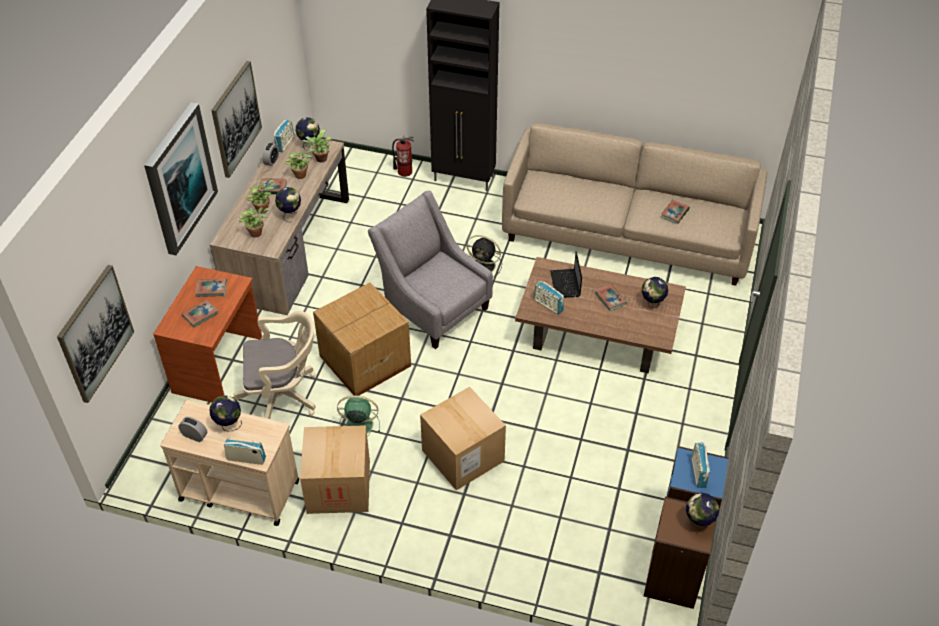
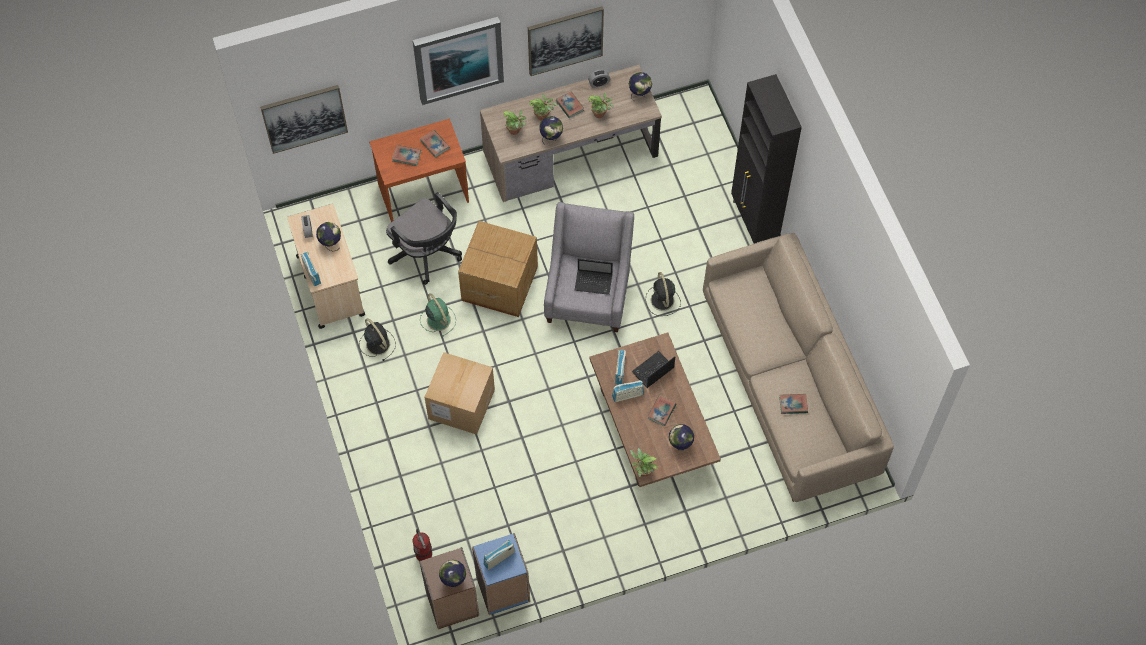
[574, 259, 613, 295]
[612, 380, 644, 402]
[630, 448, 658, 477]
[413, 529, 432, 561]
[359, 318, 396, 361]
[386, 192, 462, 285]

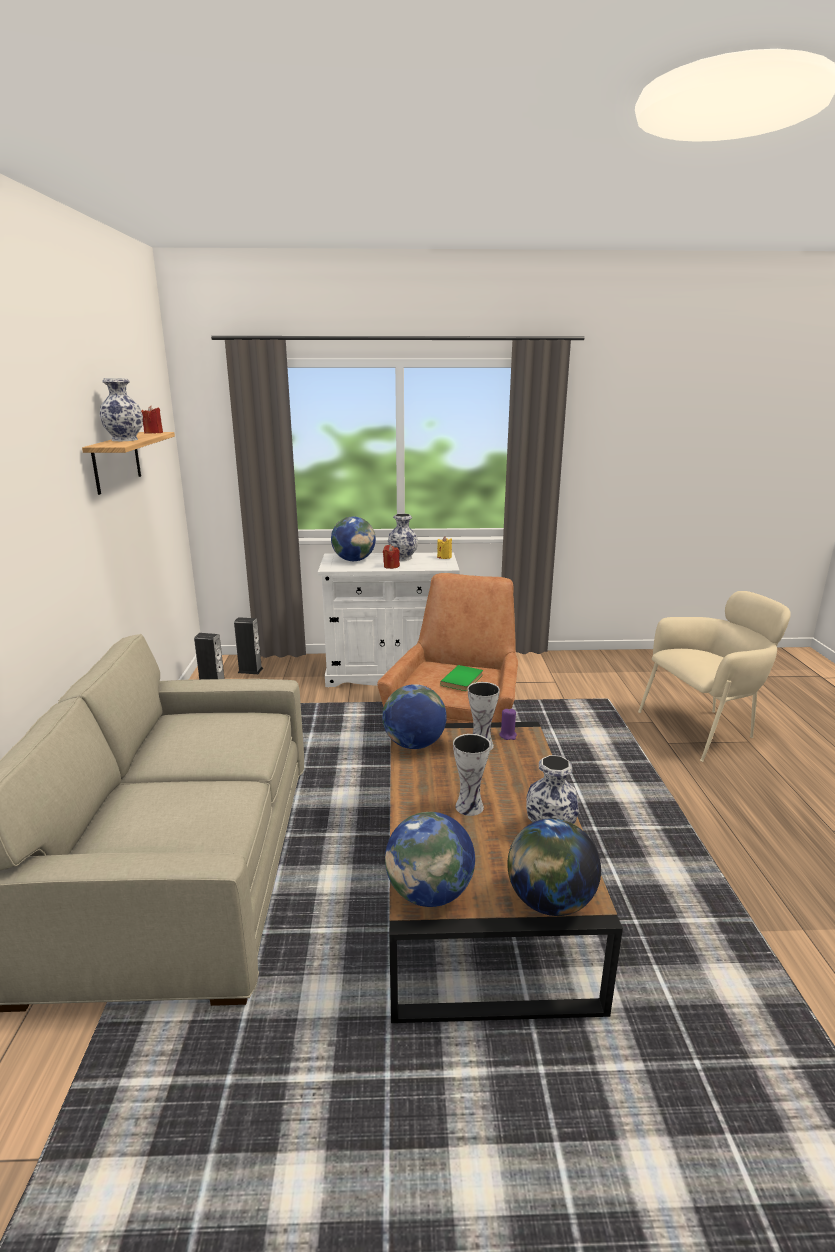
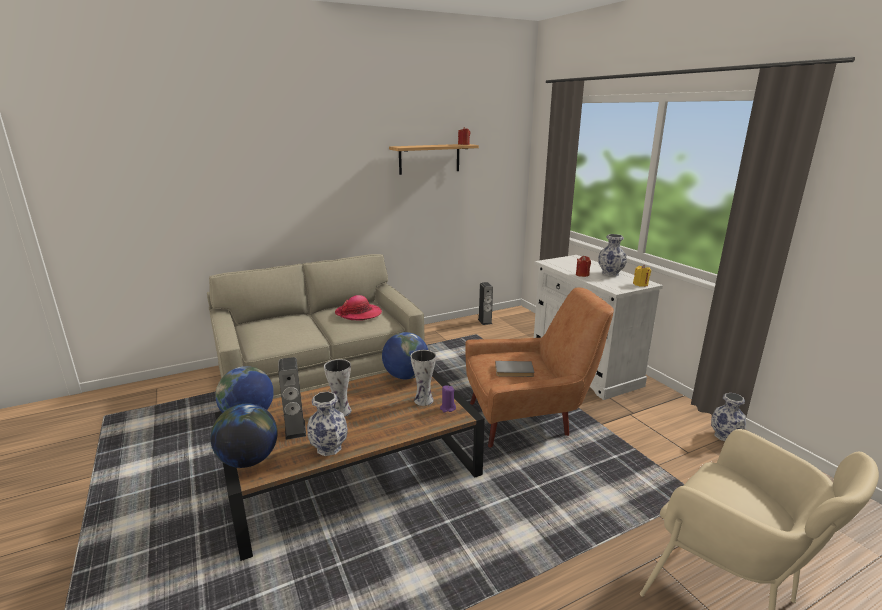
[331, 516, 376, 561] (first image)
[335, 295, 382, 321]
[711, 393, 746, 441]
[278, 357, 306, 440]
[495, 361, 534, 377]

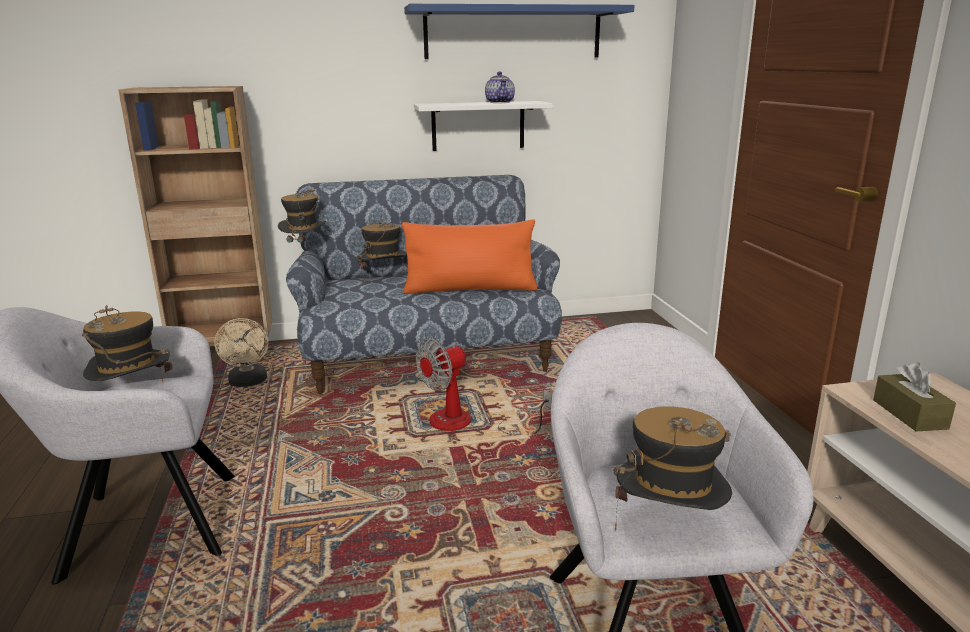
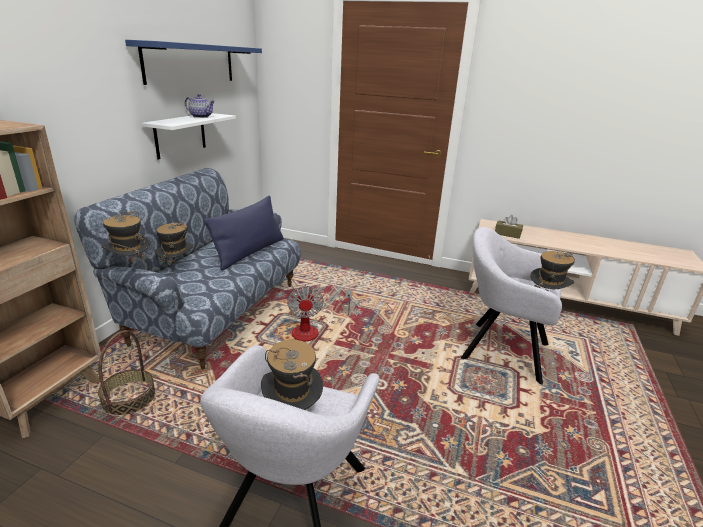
[98, 330, 156, 416]
[204, 196, 284, 271]

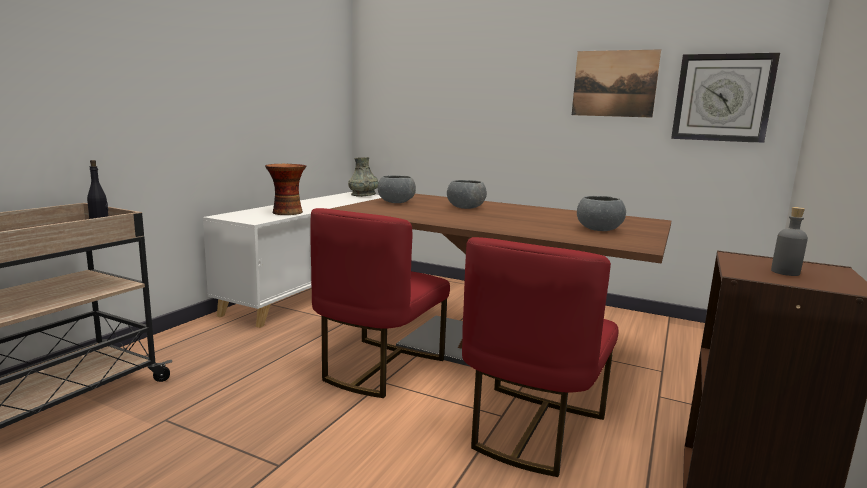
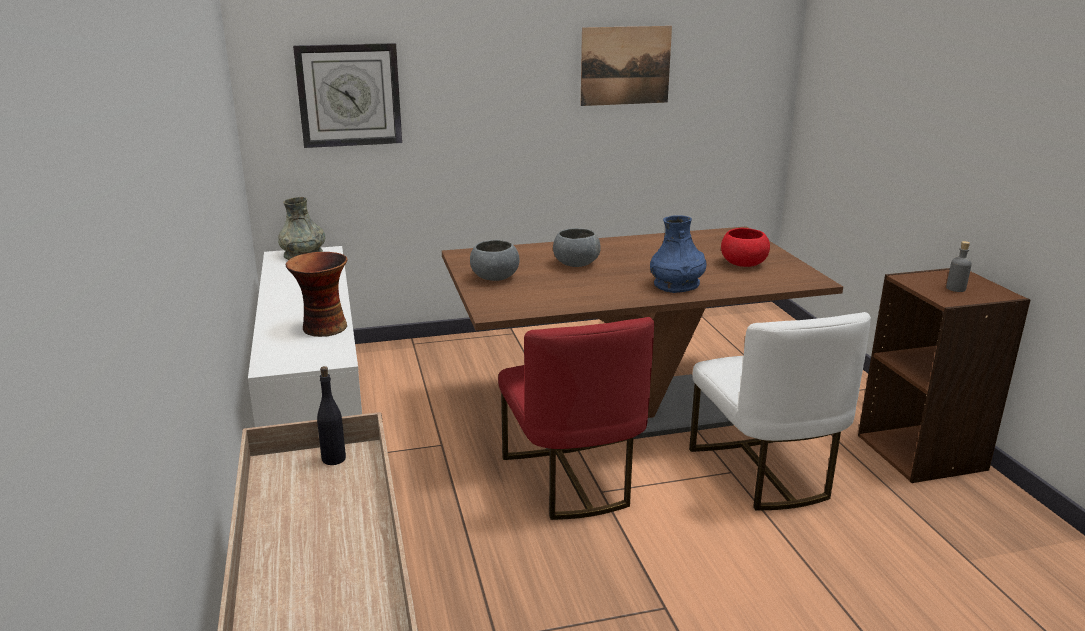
[650, 215, 707, 293]
[293, 43, 402, 148]
[689, 312, 871, 510]
[721, 228, 770, 267]

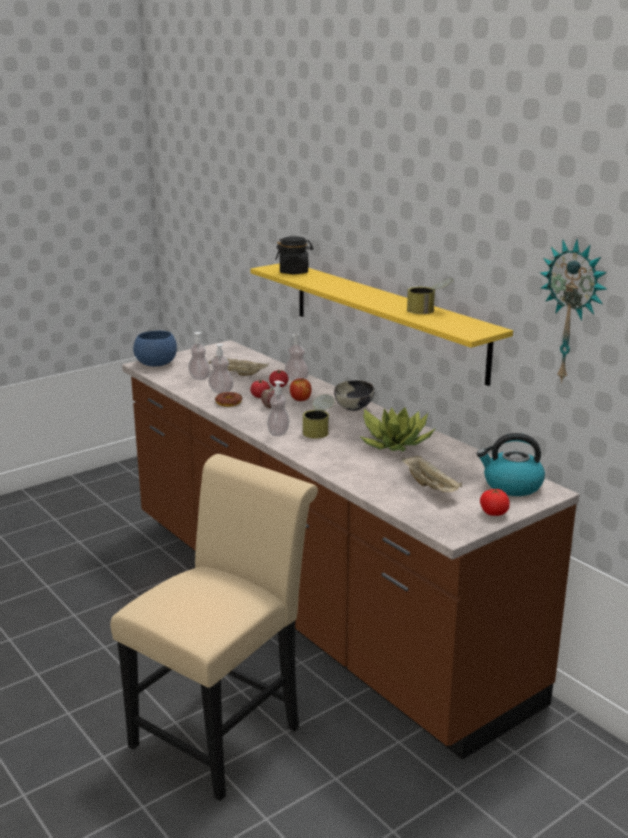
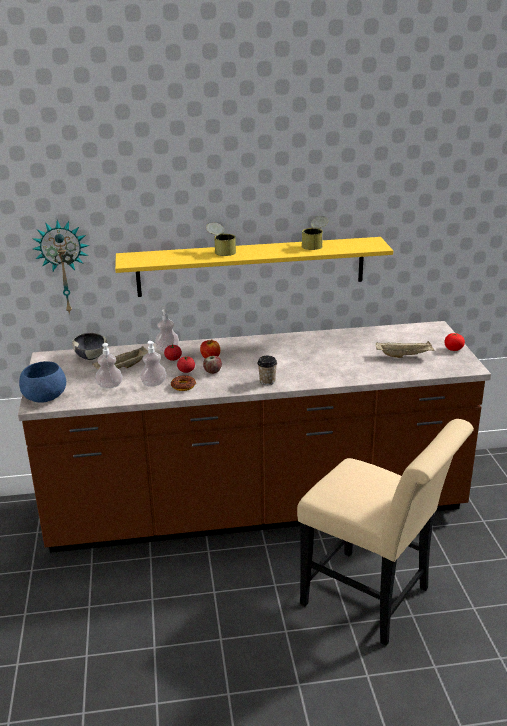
[276, 236, 313, 274] (first image)
[360, 407, 436, 452] (first image)
[477, 433, 545, 496] (first image)
[206, 222, 236, 256]
[72, 333, 107, 360]
[32, 220, 89, 315]
[257, 356, 277, 385]
[297, 419, 474, 646]

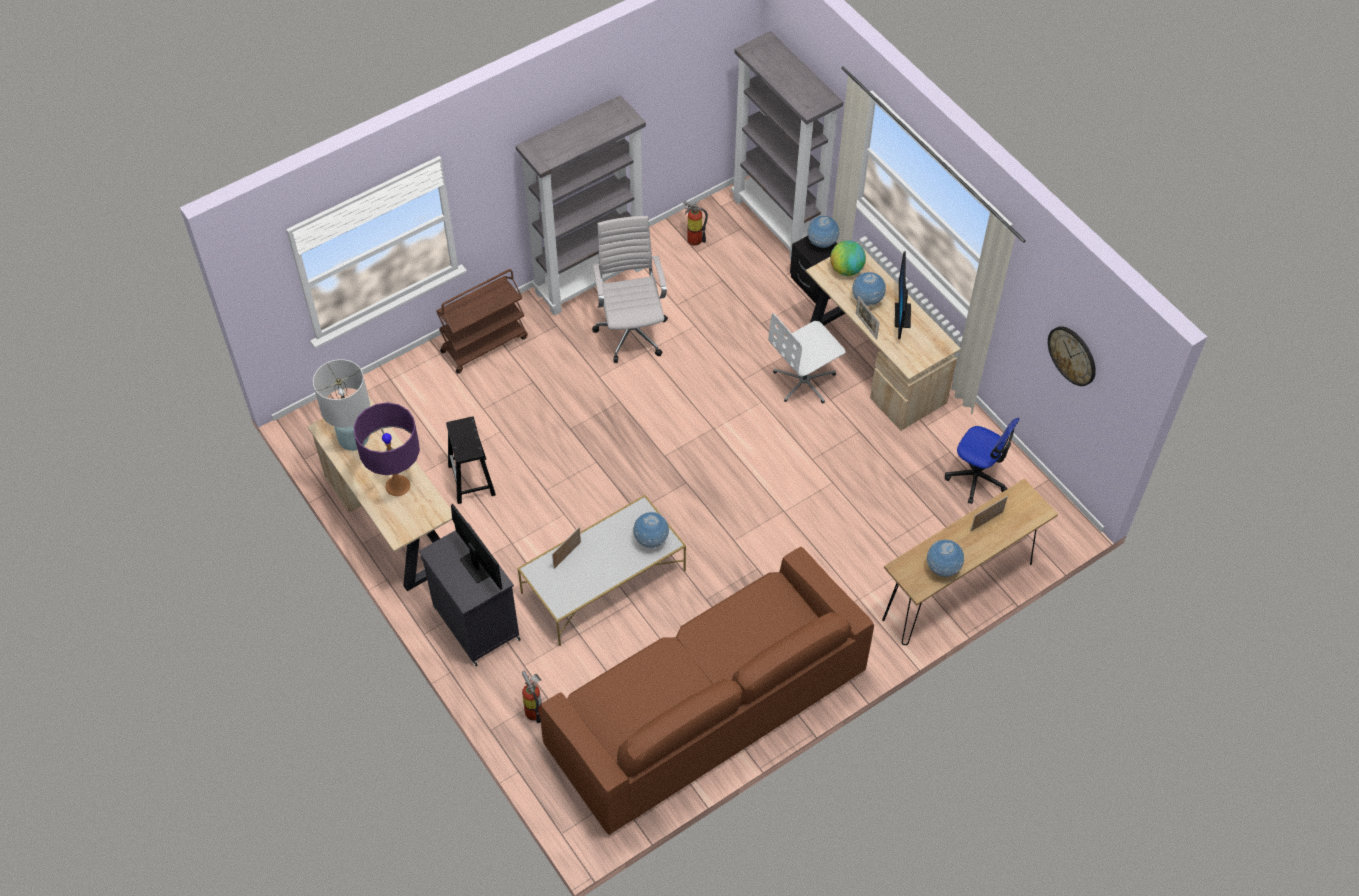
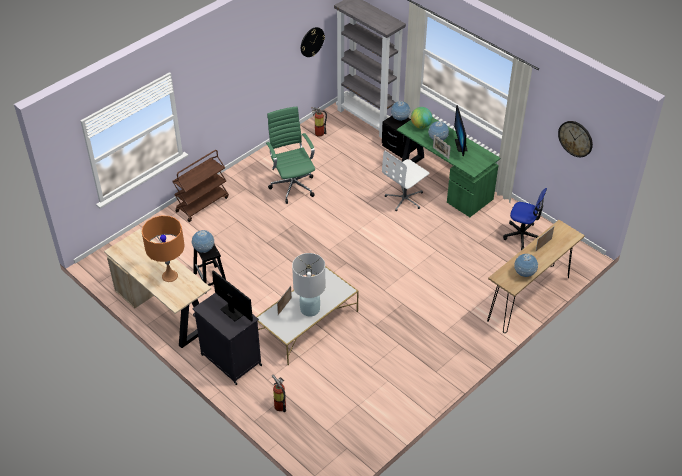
[516, 95, 646, 316] (first image)
[540, 547, 874, 835] (first image)
[301, 27, 325, 57]
[292, 253, 326, 317]
[191, 230, 214, 253]
[142, 216, 185, 282]
[266, 106, 315, 204]
[397, 118, 500, 217]

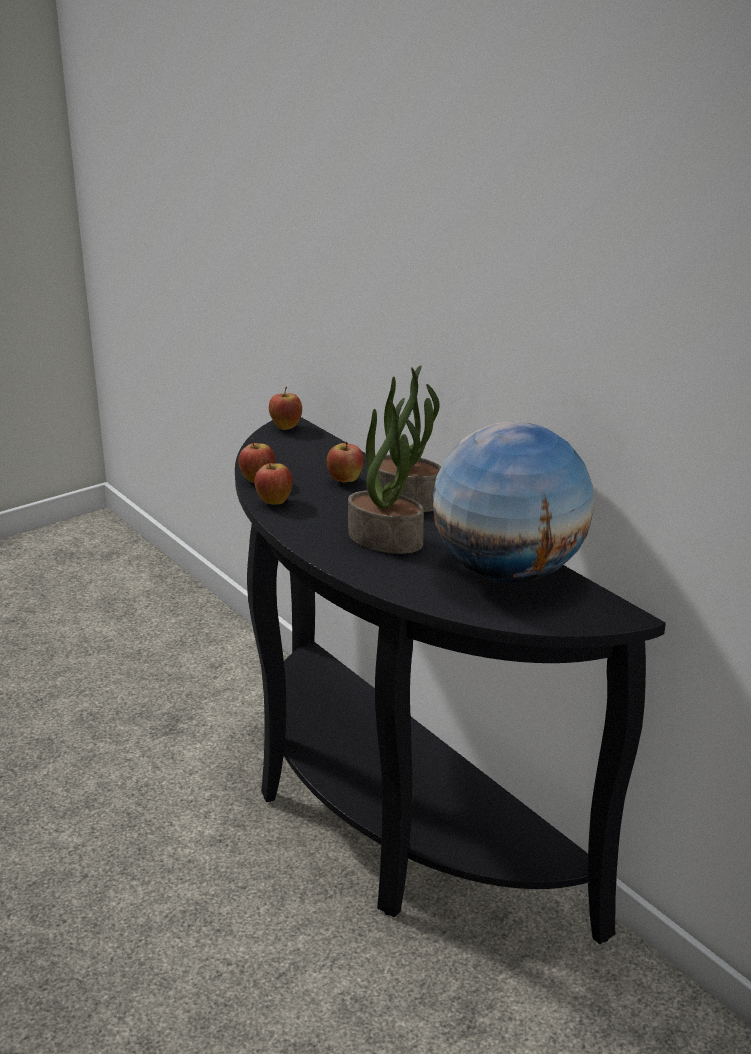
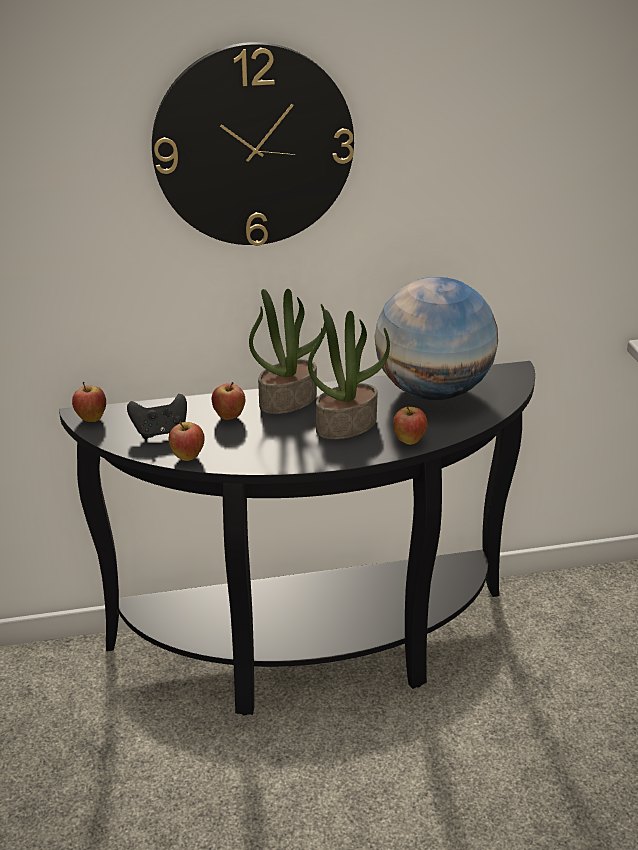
[127, 394, 187, 439]
[152, 42, 354, 246]
[393, 406, 428, 444]

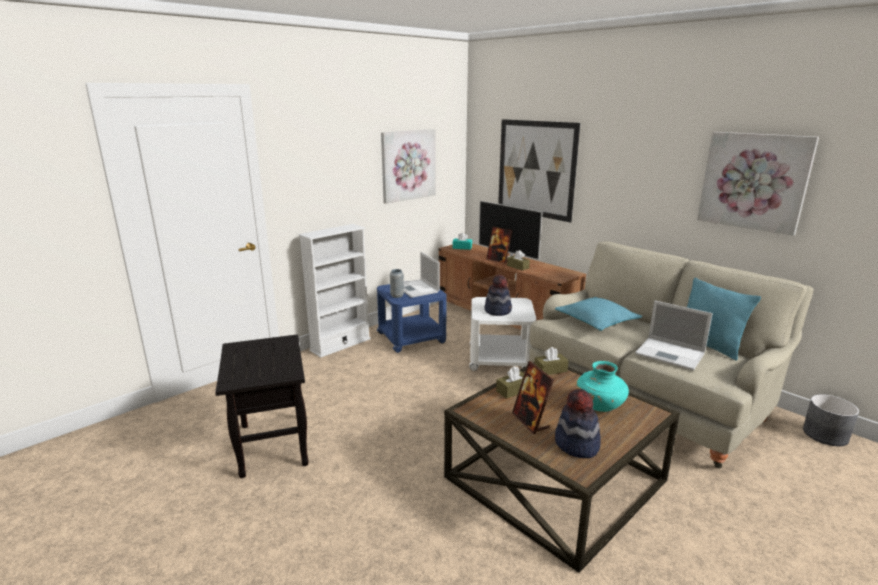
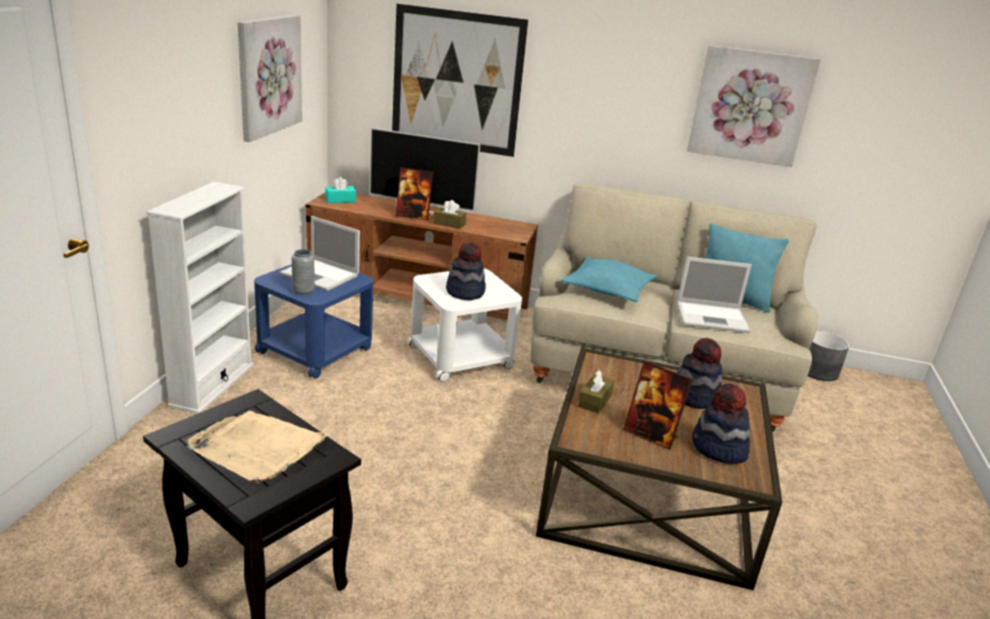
[534, 347, 569, 375] (first image)
[186, 411, 330, 484]
[677, 338, 722, 409]

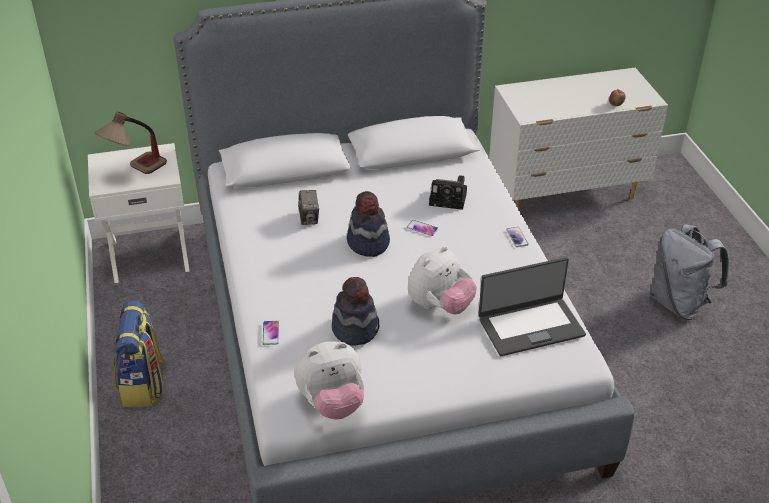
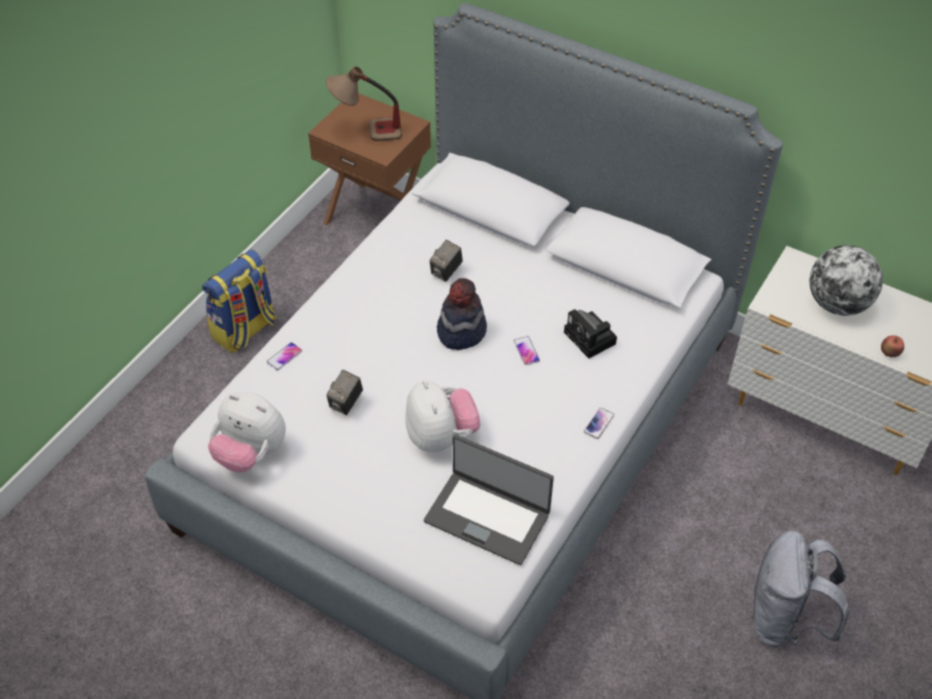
[810, 245, 883, 316]
[326, 370, 363, 415]
[308, 93, 431, 225]
[405, 380, 480, 452]

